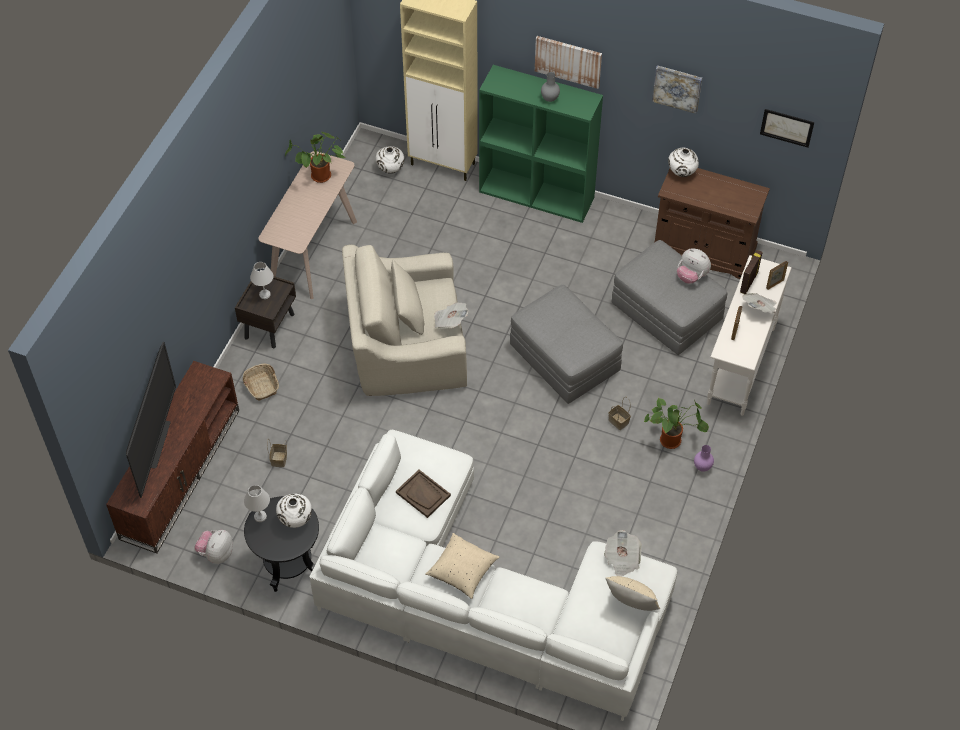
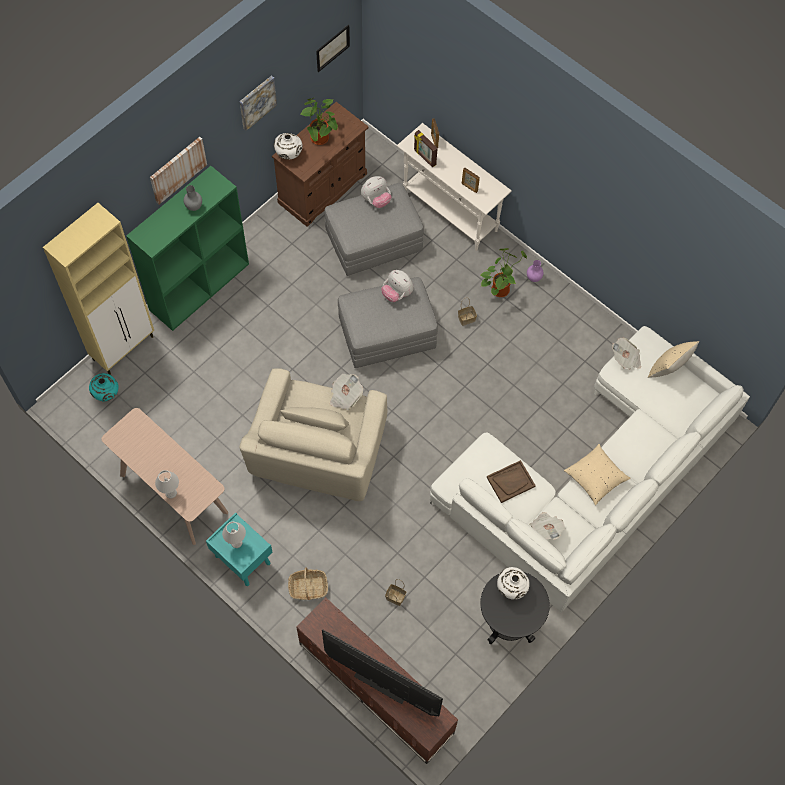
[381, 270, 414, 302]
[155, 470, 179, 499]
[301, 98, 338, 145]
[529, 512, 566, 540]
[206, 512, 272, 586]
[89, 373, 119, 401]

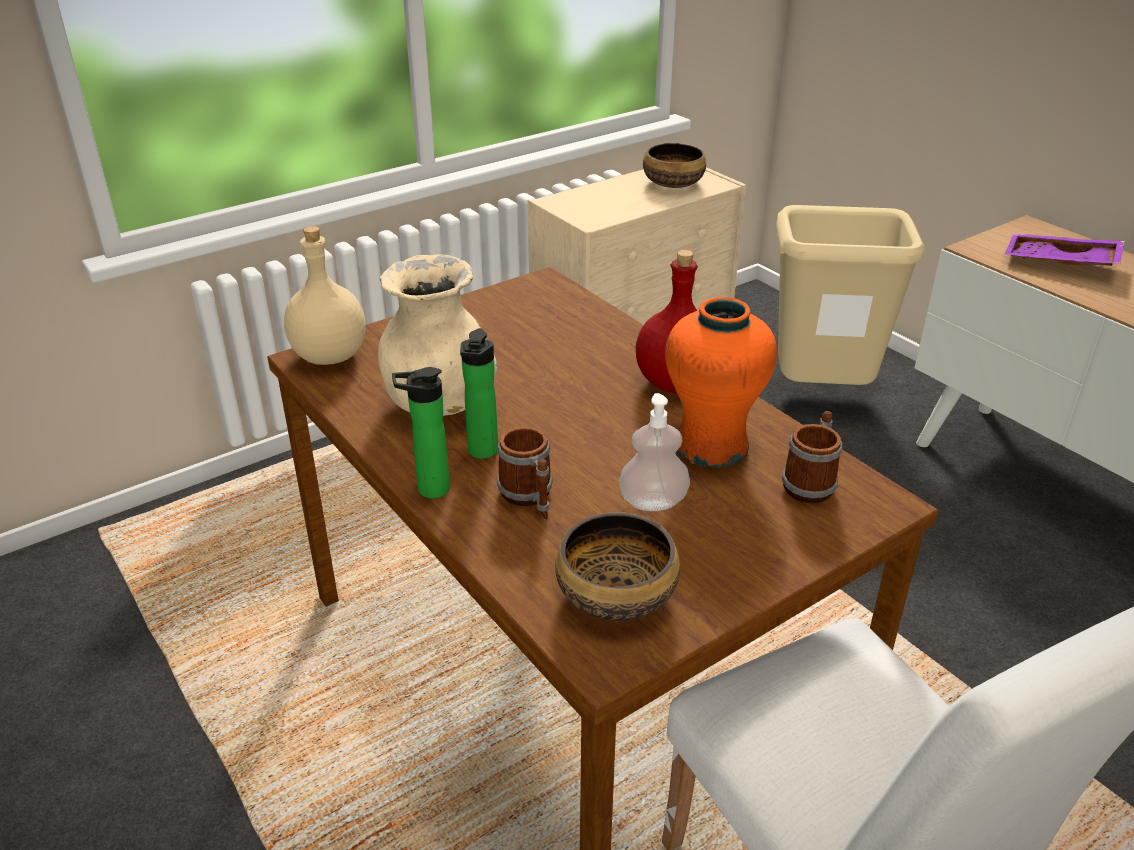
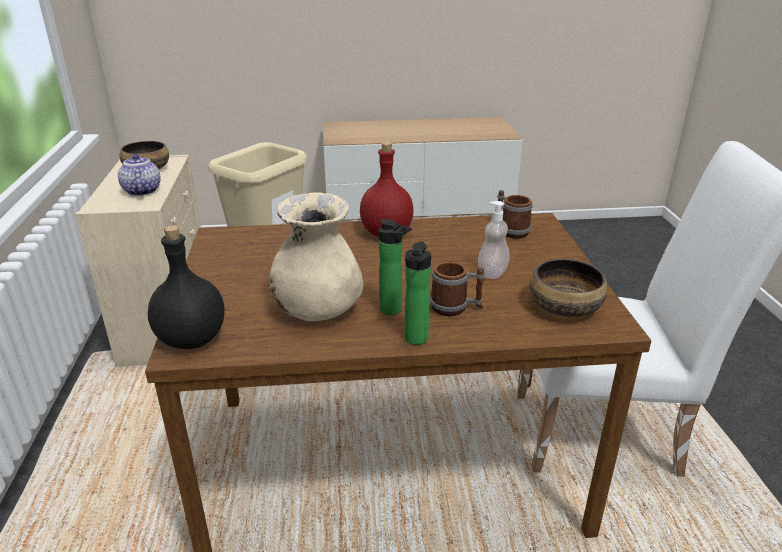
[665, 297, 777, 468] (first image)
[1005, 234, 1125, 266] (first image)
[118, 154, 161, 196]
[148, 225, 225, 349]

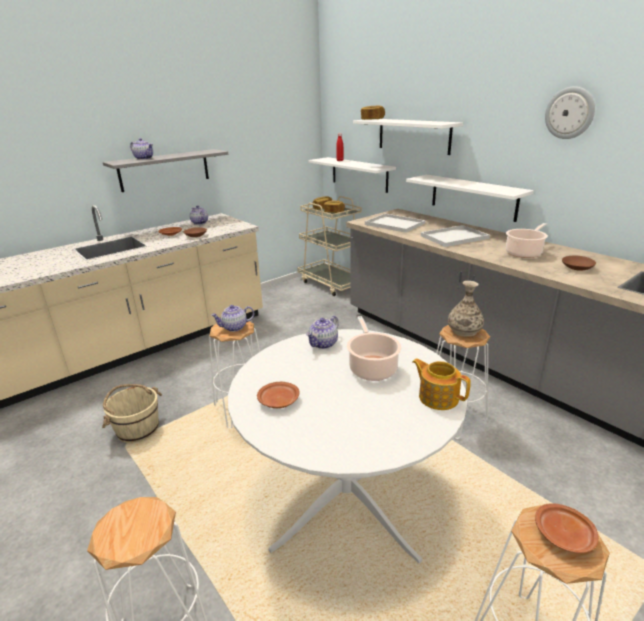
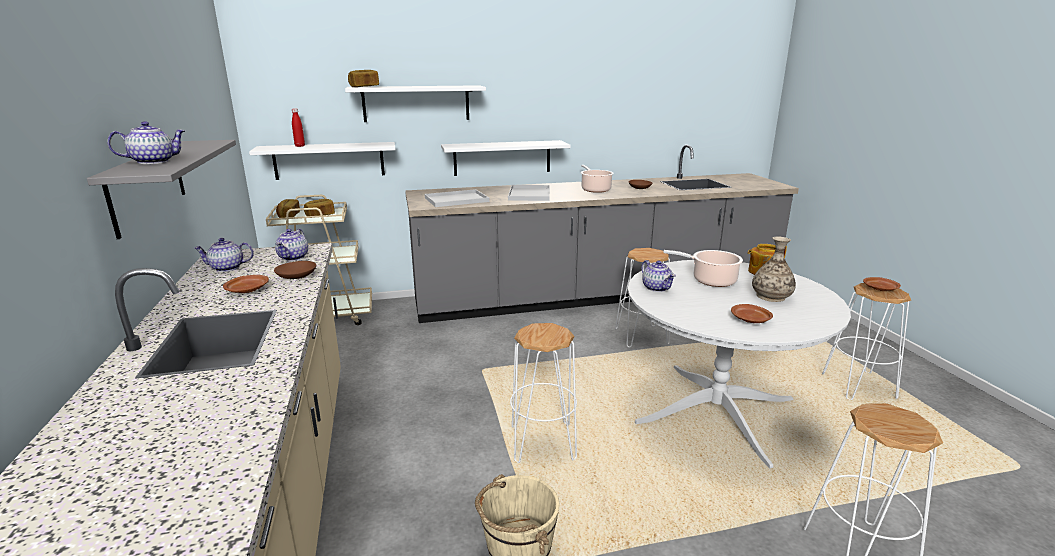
[545, 87, 595, 139] (first image)
[275, 229, 308, 261]
[752, 237, 796, 302]

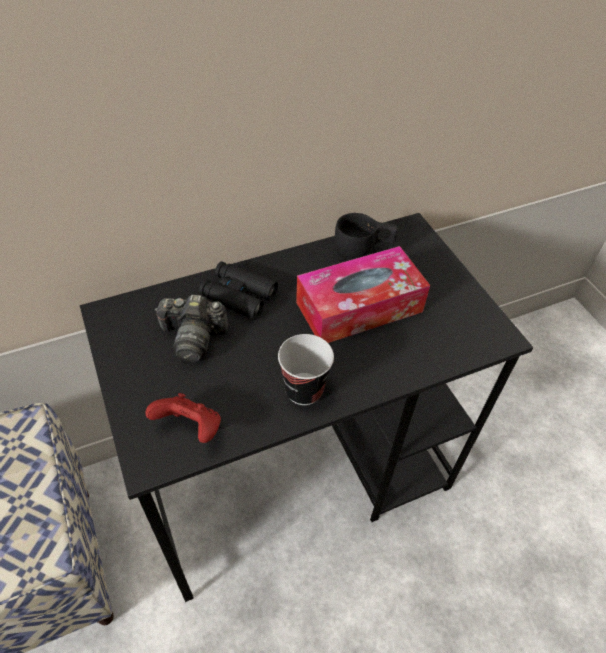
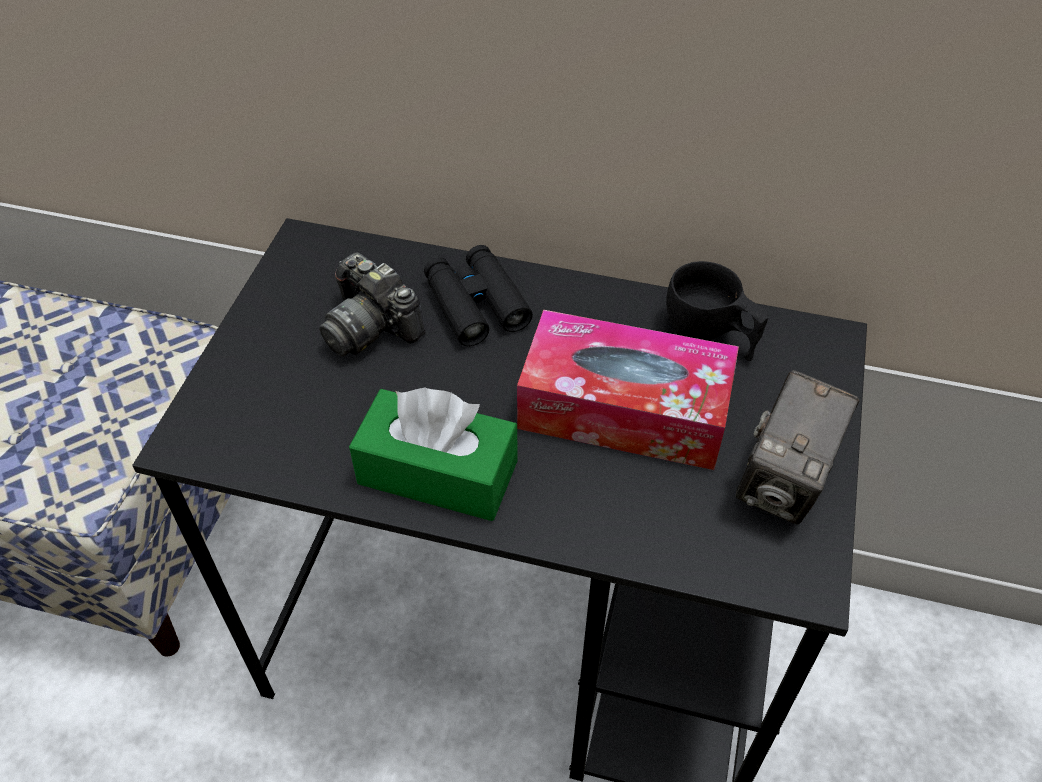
[145, 393, 221, 443] (first image)
[736, 370, 859, 525]
[349, 388, 517, 521]

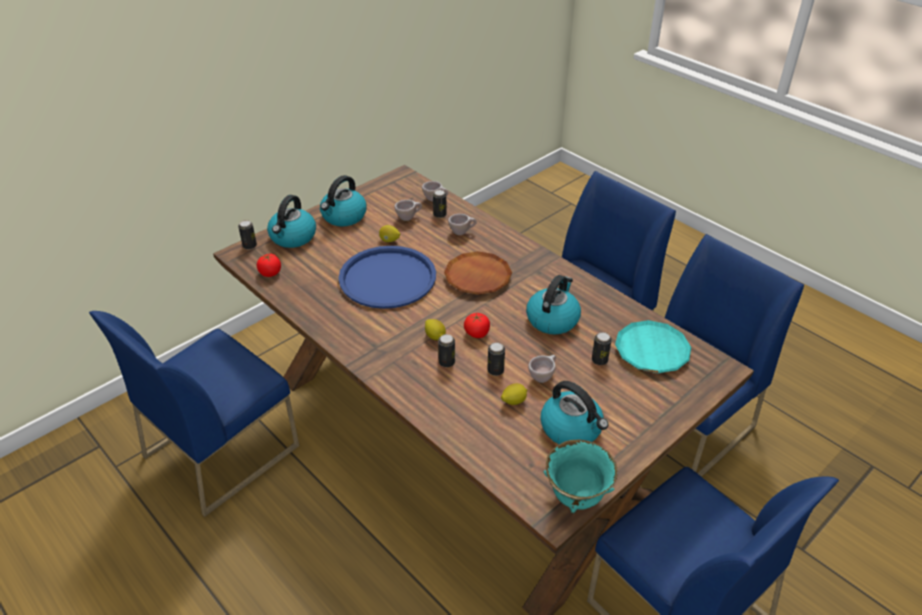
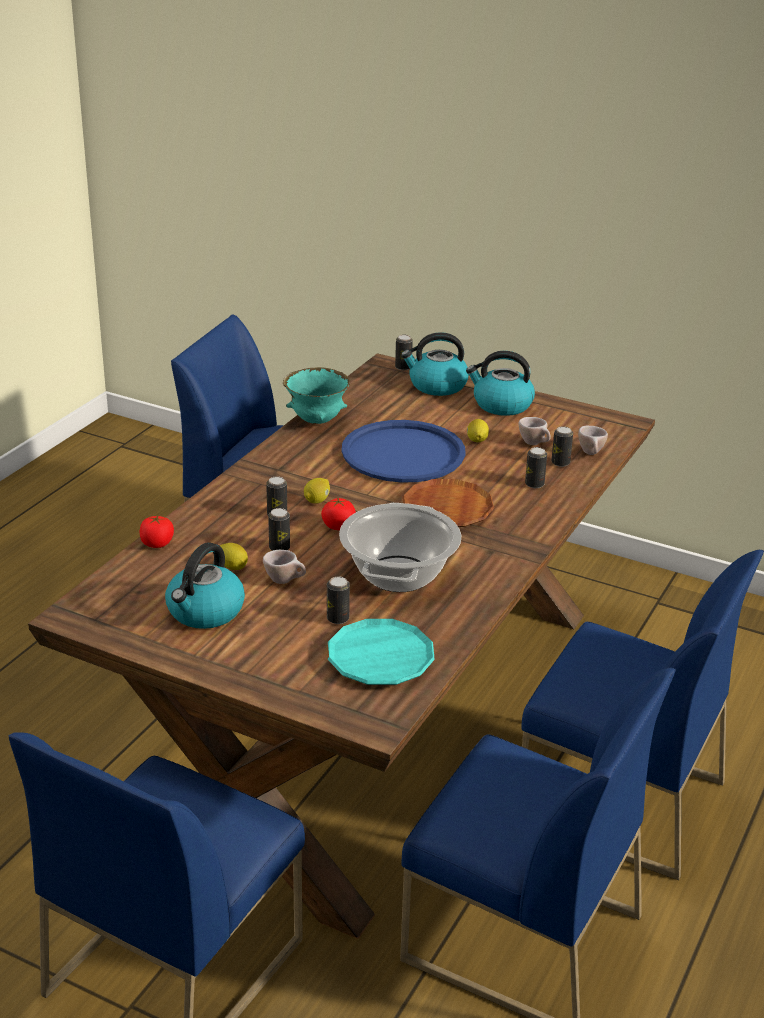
[140, 515, 174, 548]
[283, 367, 350, 424]
[525, 447, 547, 488]
[339, 503, 461, 592]

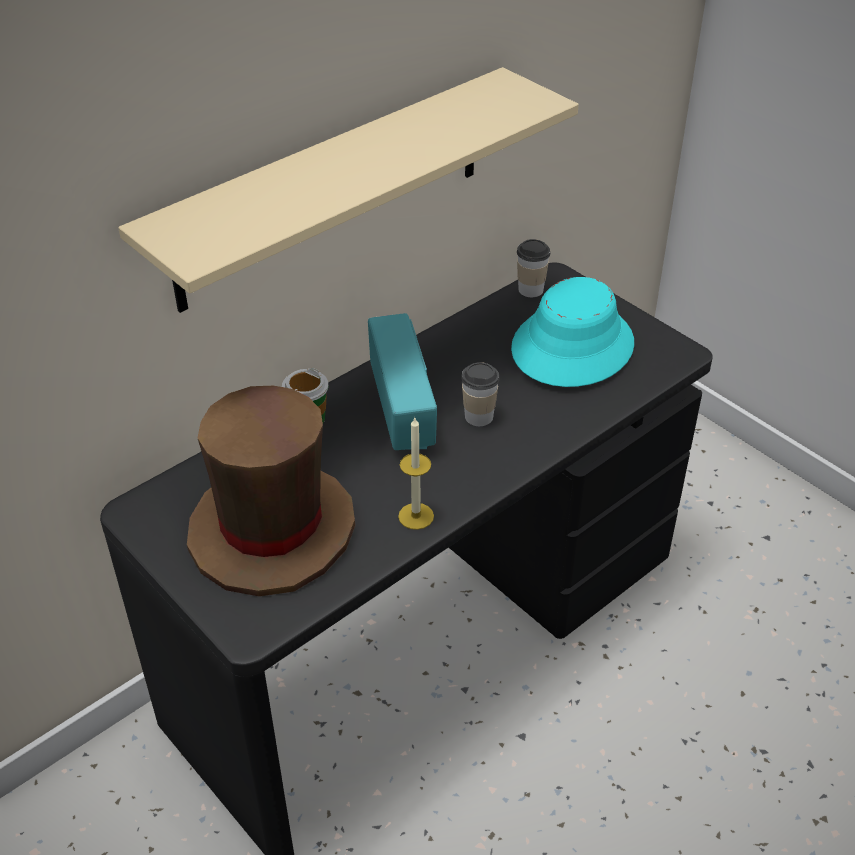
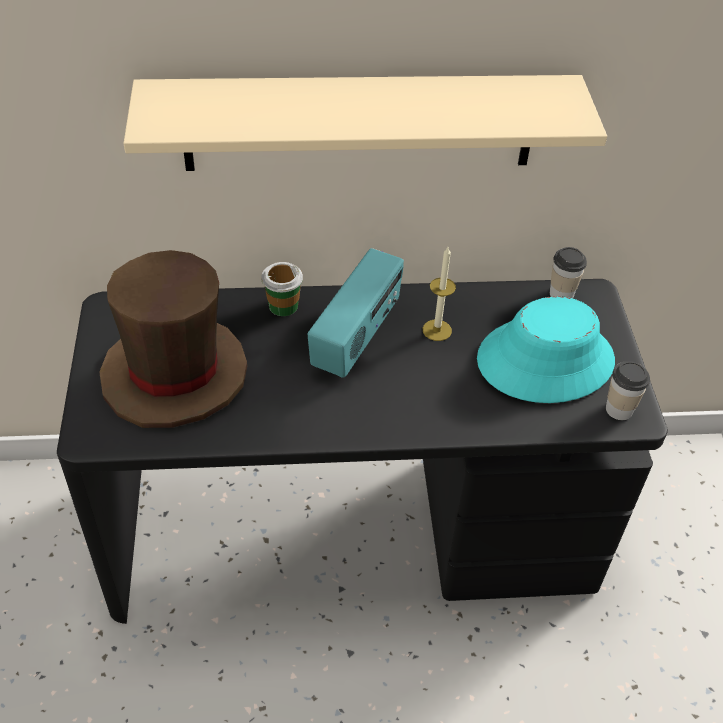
[423, 247, 456, 341]
[606, 361, 650, 420]

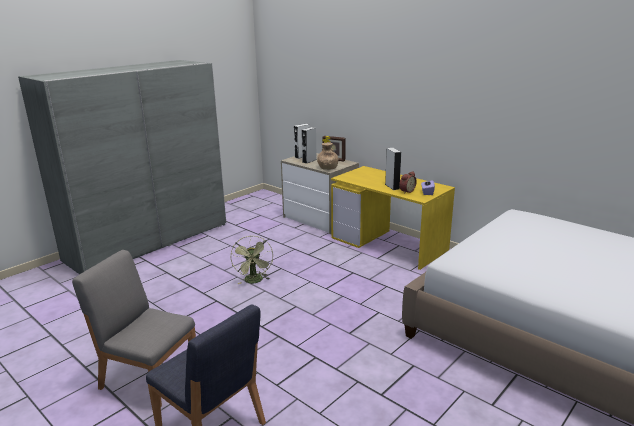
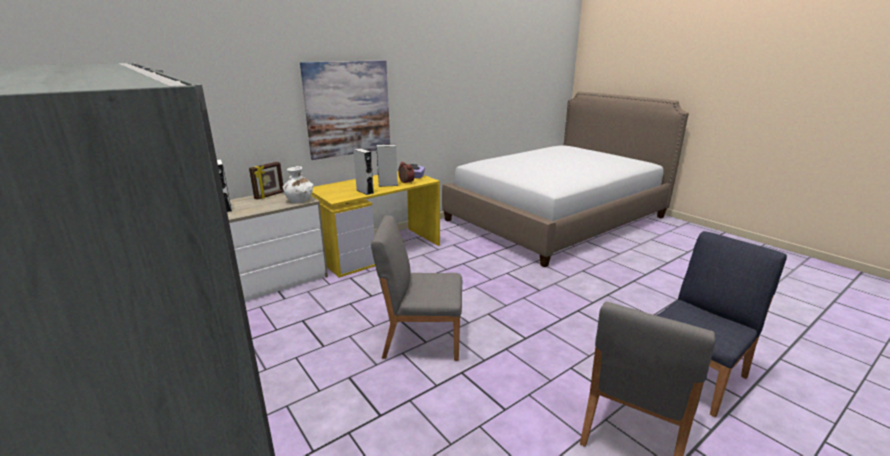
[300, 60, 390, 160]
[354, 148, 374, 195]
[371, 215, 462, 361]
[282, 166, 314, 203]

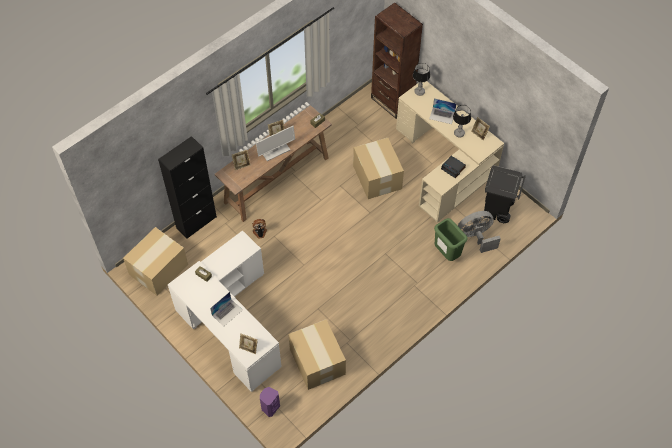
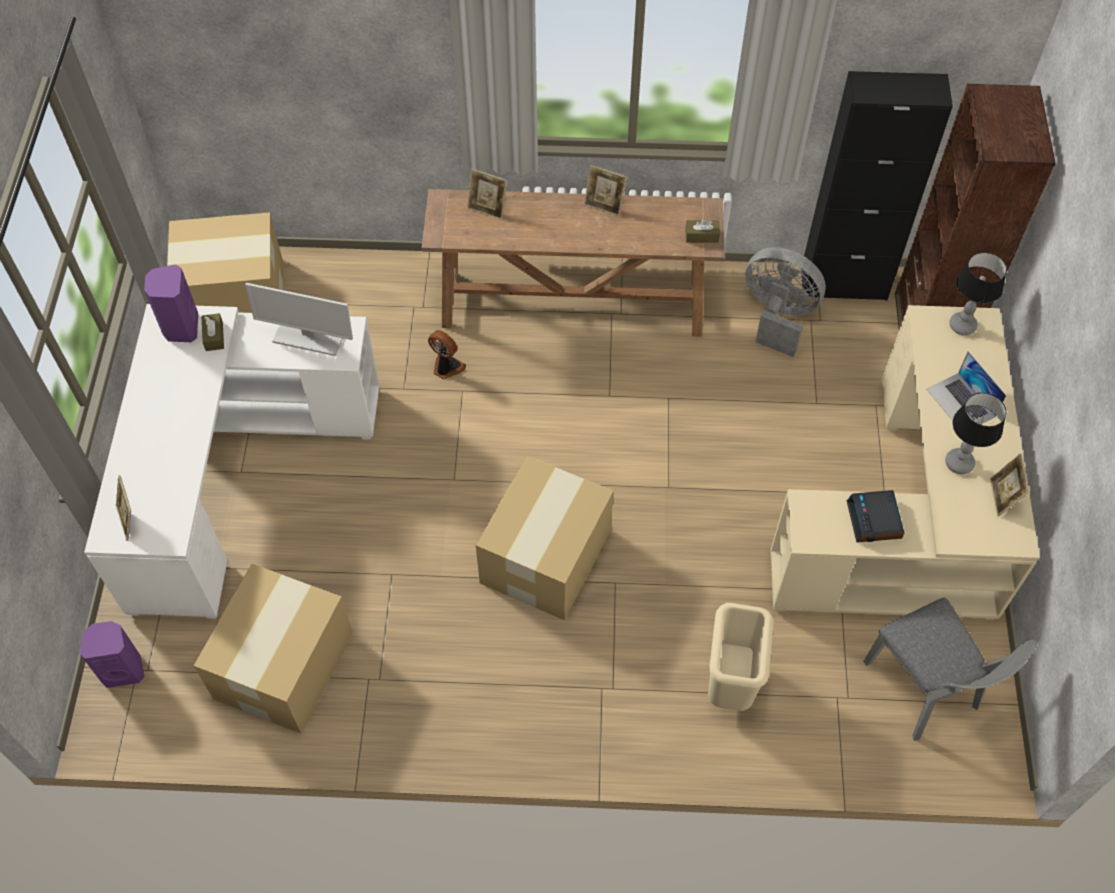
[210, 292, 242, 327] (first image)
[144, 264, 198, 342]
[801, 71, 953, 301]
[245, 283, 353, 356]
[476, 456, 613, 620]
[745, 247, 826, 357]
[863, 598, 1038, 741]
[708, 603, 773, 711]

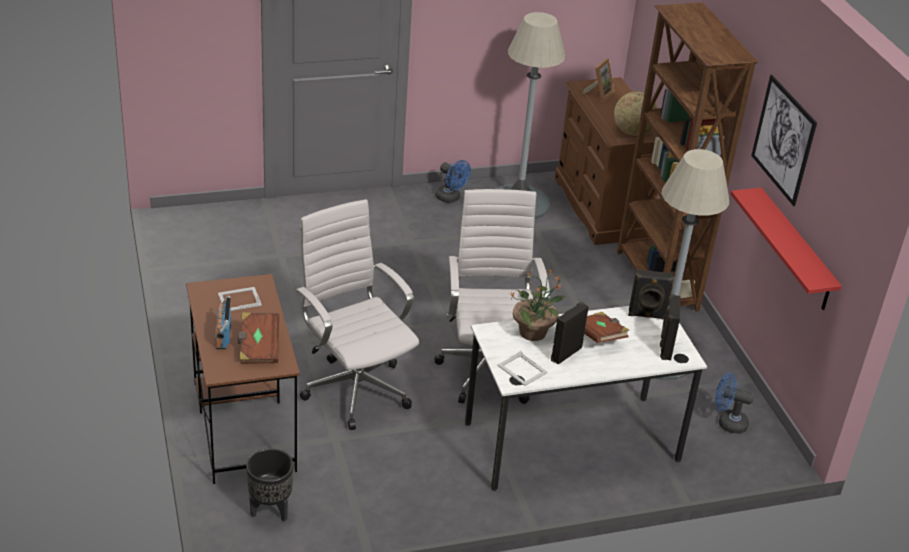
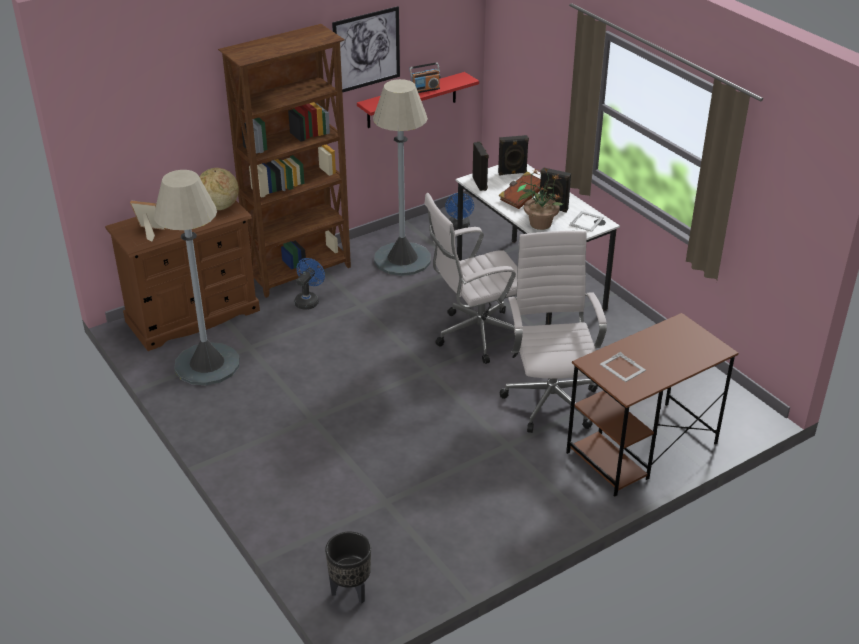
[238, 312, 279, 364] (first image)
[409, 62, 440, 93]
[325, 531, 371, 604]
[294, 258, 325, 310]
[499, 231, 607, 433]

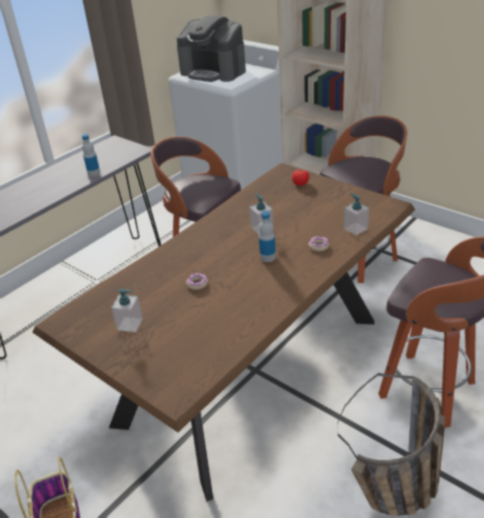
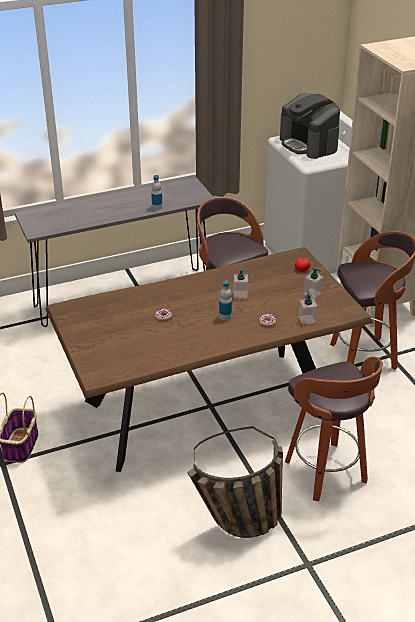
[303, 267, 324, 299]

